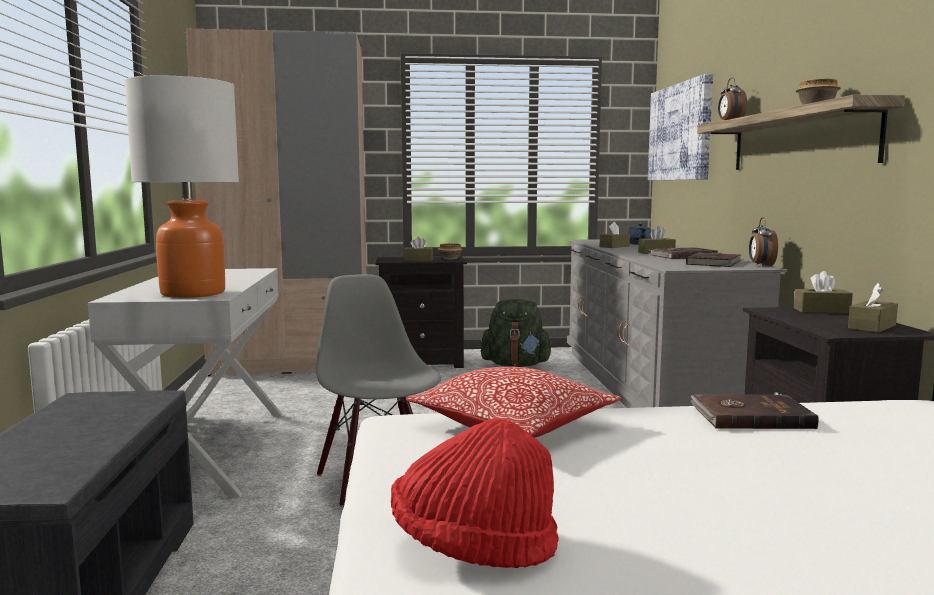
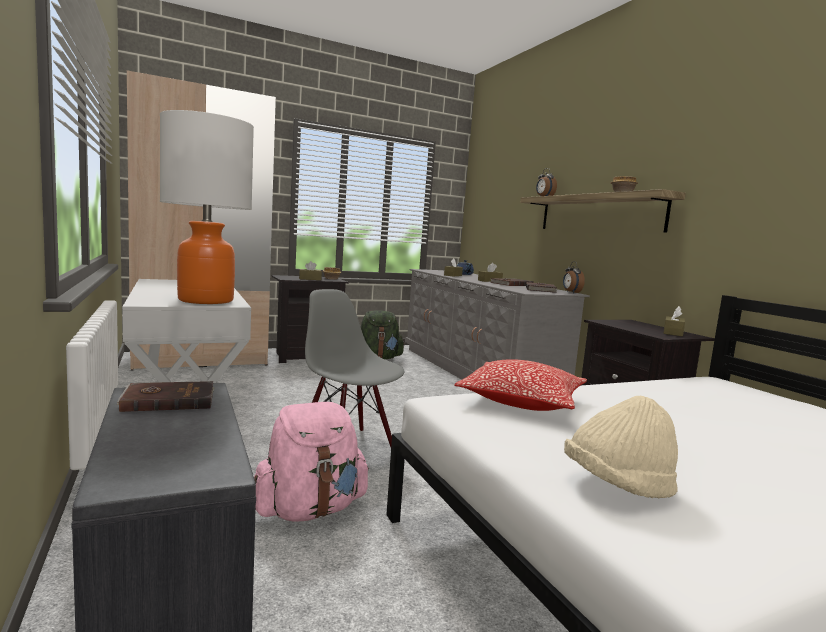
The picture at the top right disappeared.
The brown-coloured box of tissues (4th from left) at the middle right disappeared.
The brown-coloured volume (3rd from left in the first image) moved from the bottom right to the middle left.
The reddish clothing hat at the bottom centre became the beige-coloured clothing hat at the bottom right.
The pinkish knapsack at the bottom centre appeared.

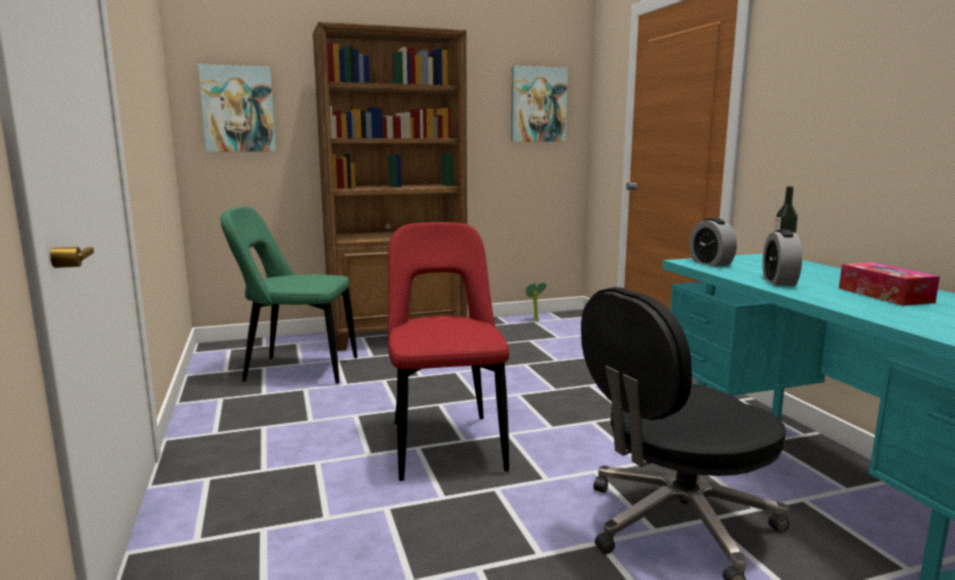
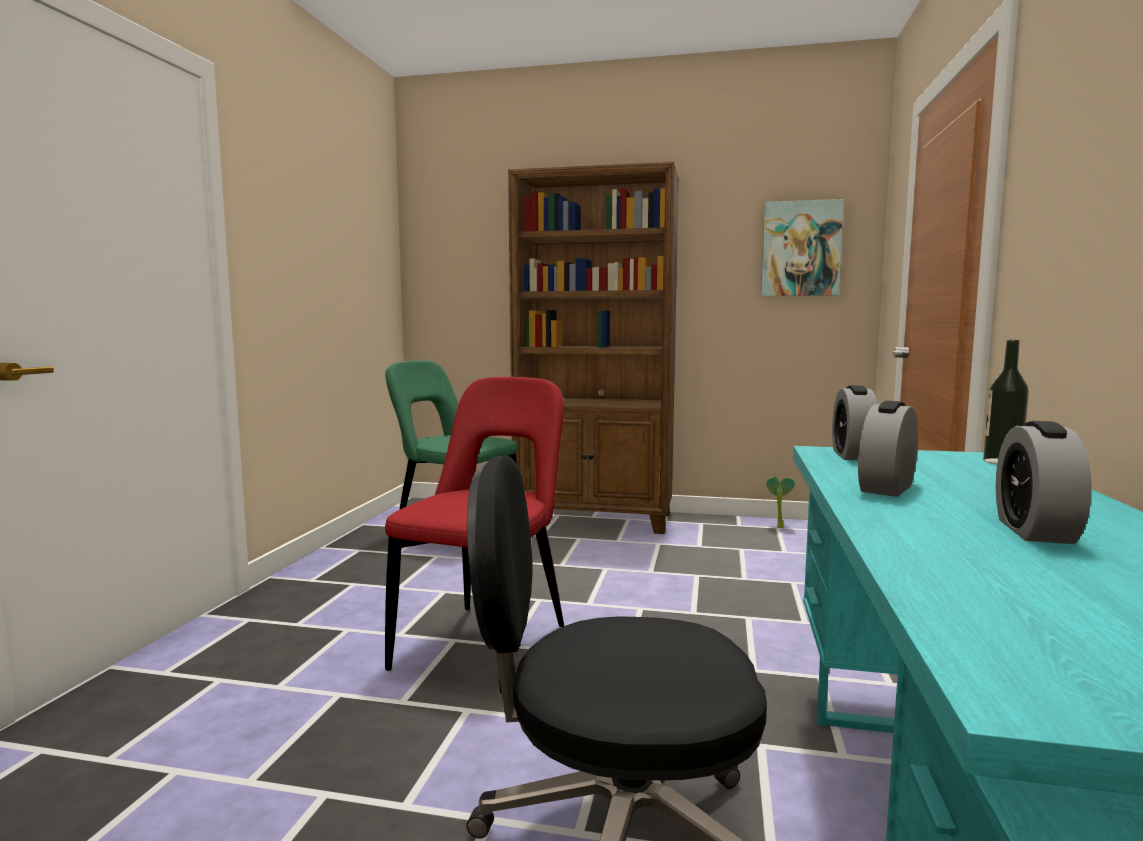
The picture (1st from left) at the top left disappeared.
The box of tissues at the middle right was replaced by the alarm clock (3rd from left) at the middle right.

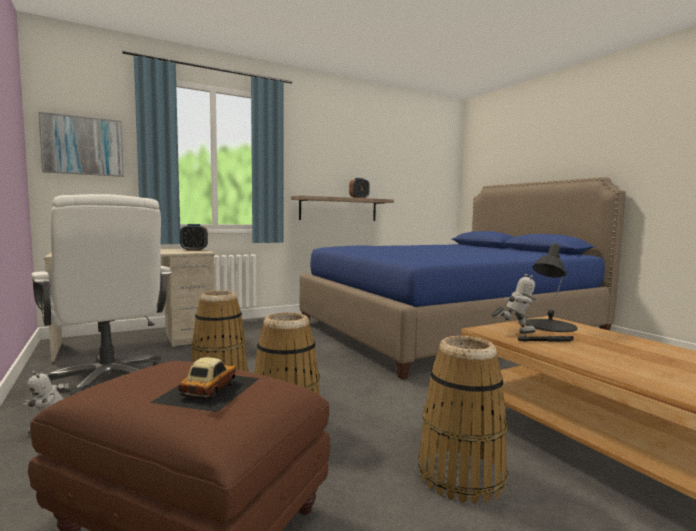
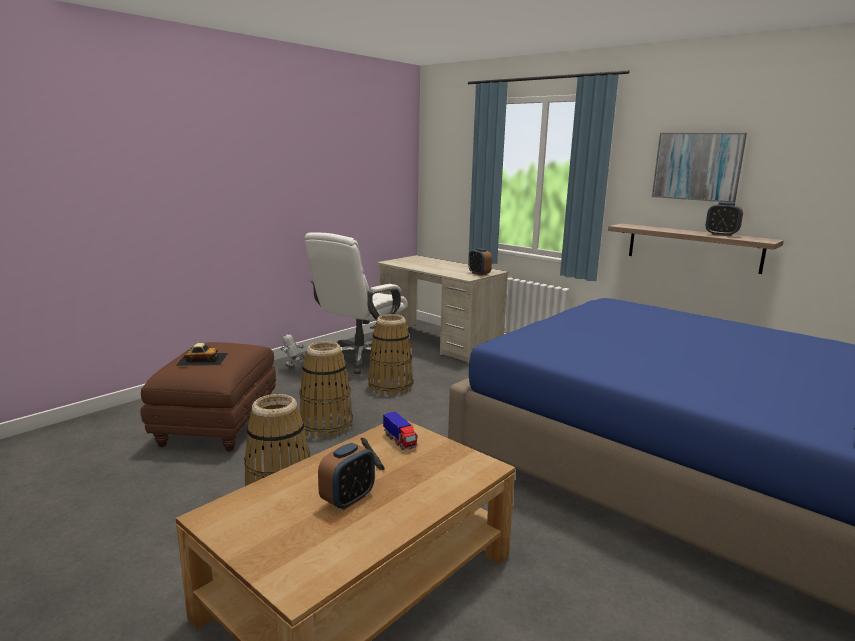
The picture moved from the top left to the top right.
The blackish tabletop lamp at the middle right disappeared.
The toy robot (2nd from left) at the middle right was replaced by the toy lorry at the bottom centre.
The alarm clock (1st from left) at the bottom centre appeared.

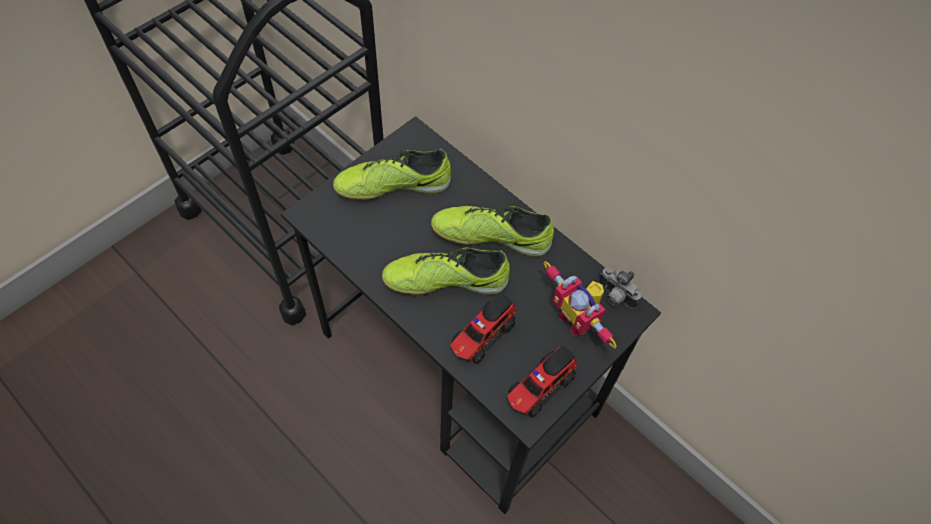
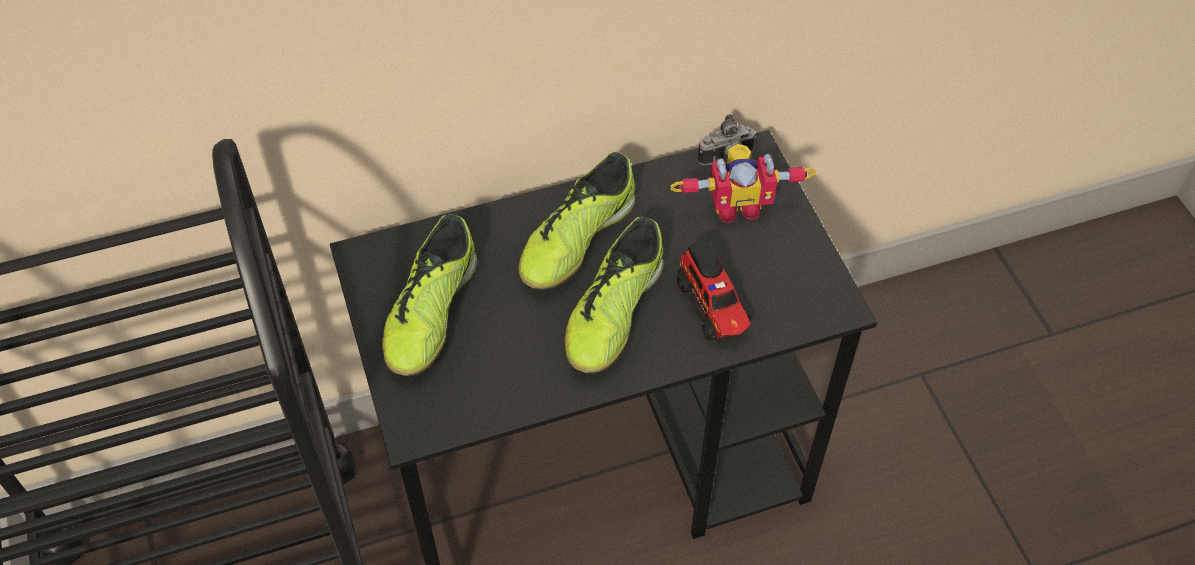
The toy lorry (2nd from left) at the bottom centre disappeared.

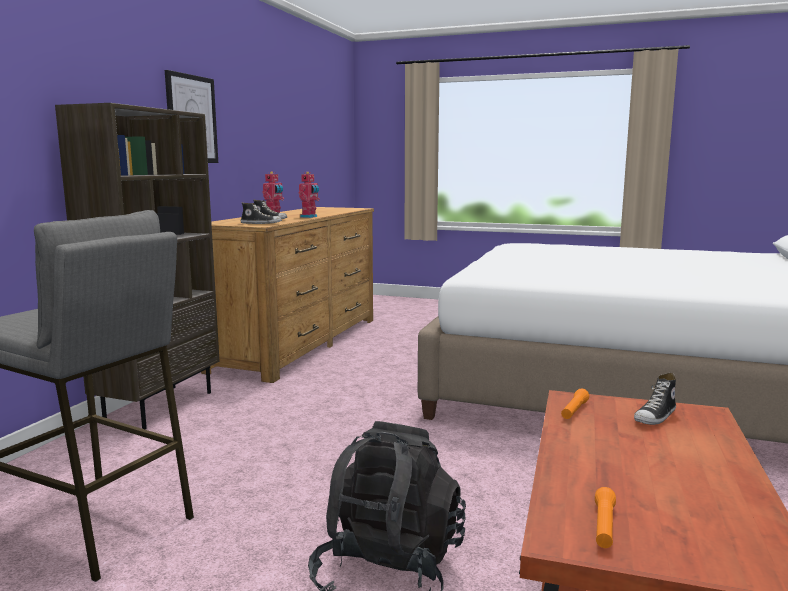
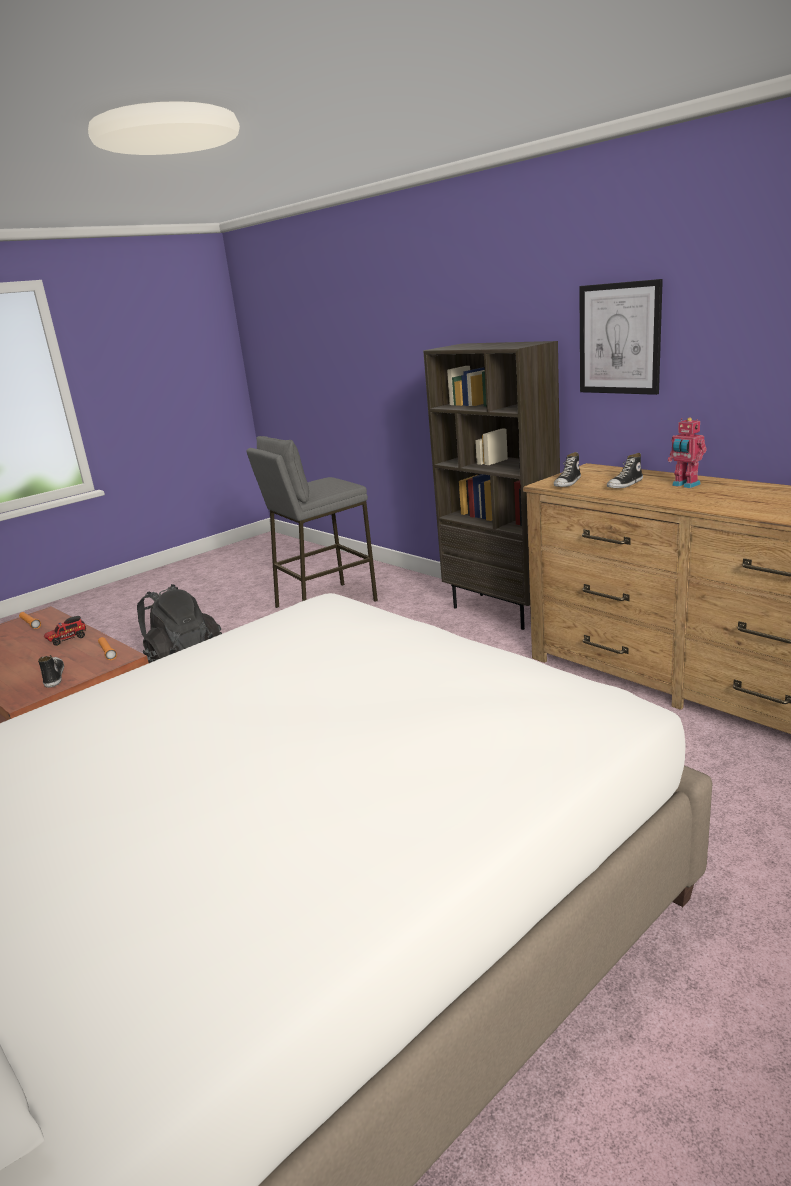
The toy robot (2nd from left) at the top centre disappeared.
The toy lorry at the middle left appeared.

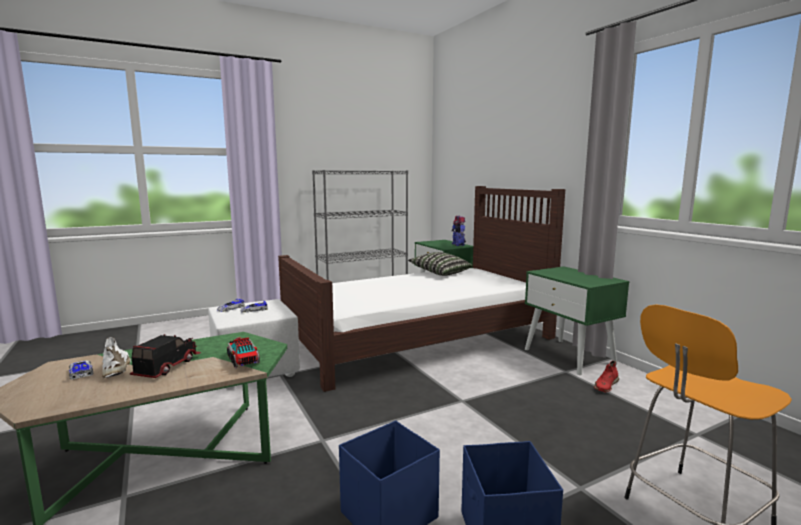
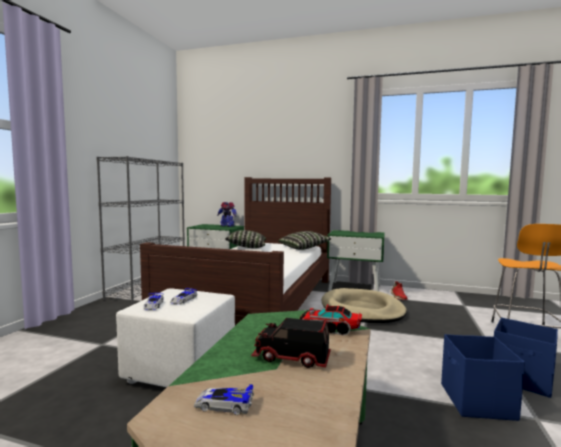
The toy lorry (1st from left) at the bottom left turned 45 degrees counterclockwise.
The whitish item of footwear at the bottom left disappeared.
The pillow (2nd from left) at the centre appeared.
The beige-coloured pet bed at the bottom centre appeared.

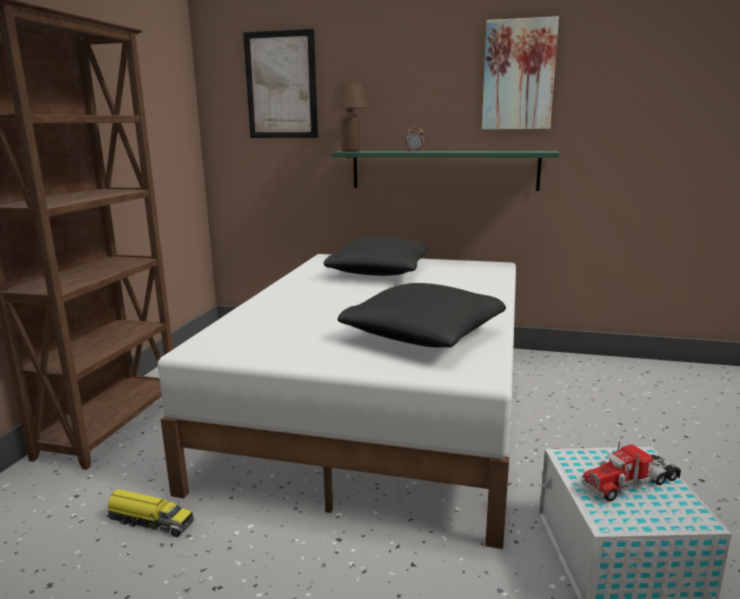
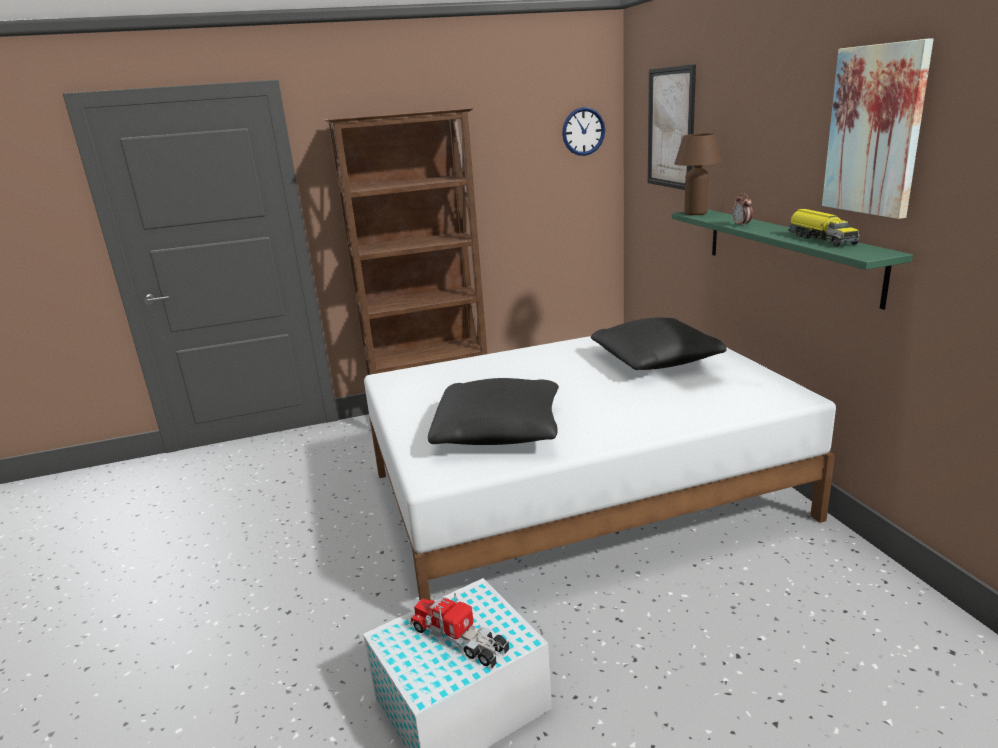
The toy lorry (1st from left in the first image) moved from the bottom left to the top right.
The clock on the wall at the top centre appeared.

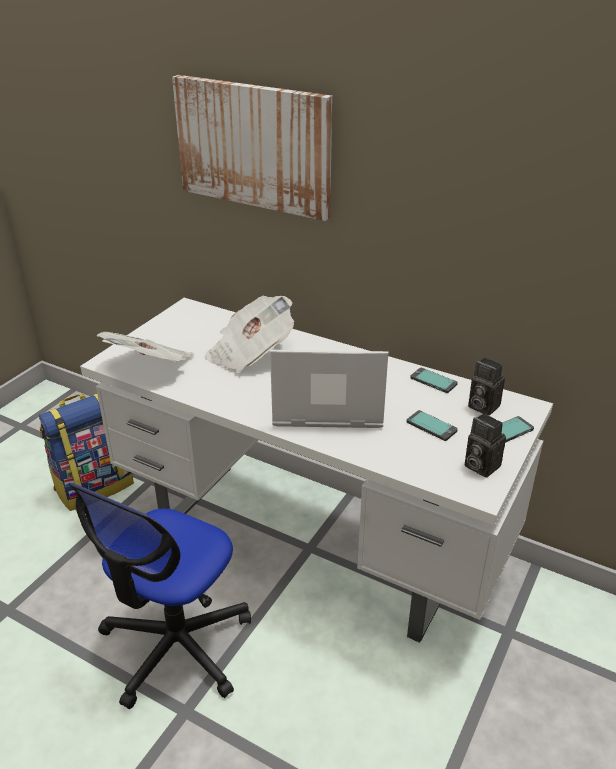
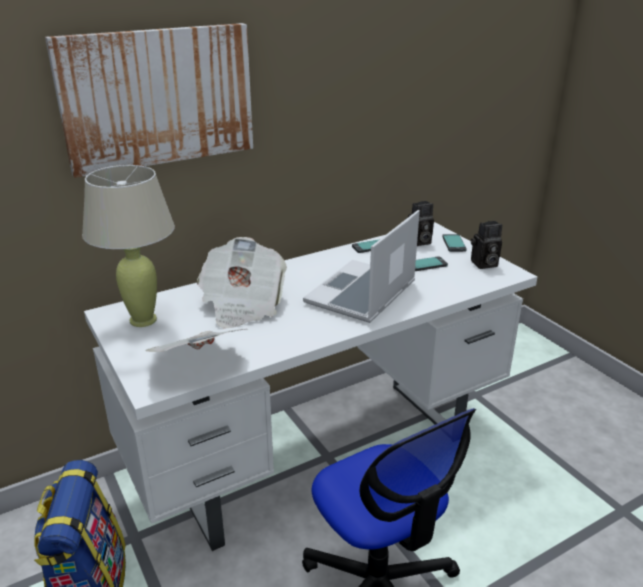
The beige-coloured tabletop lamp at the middle left appeared.

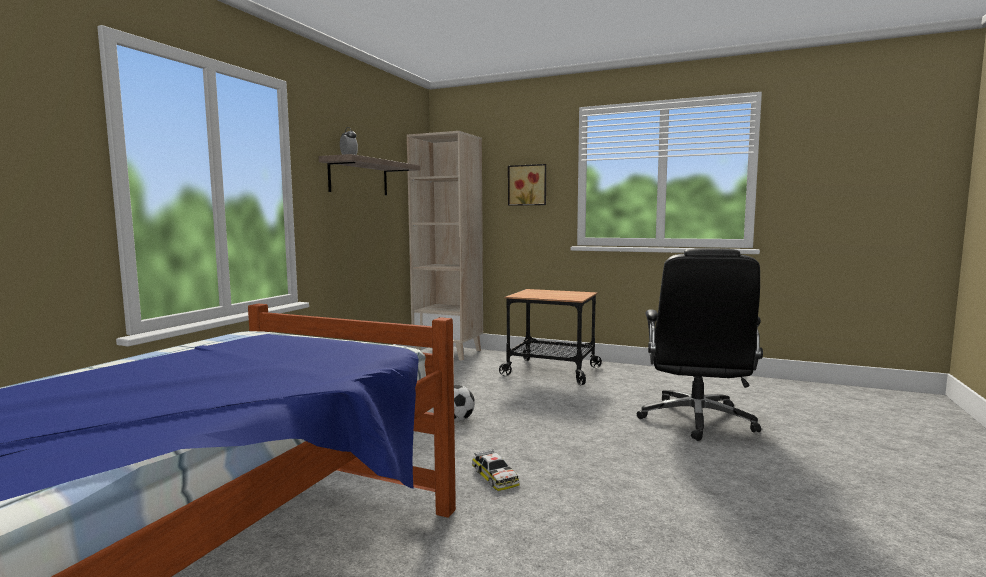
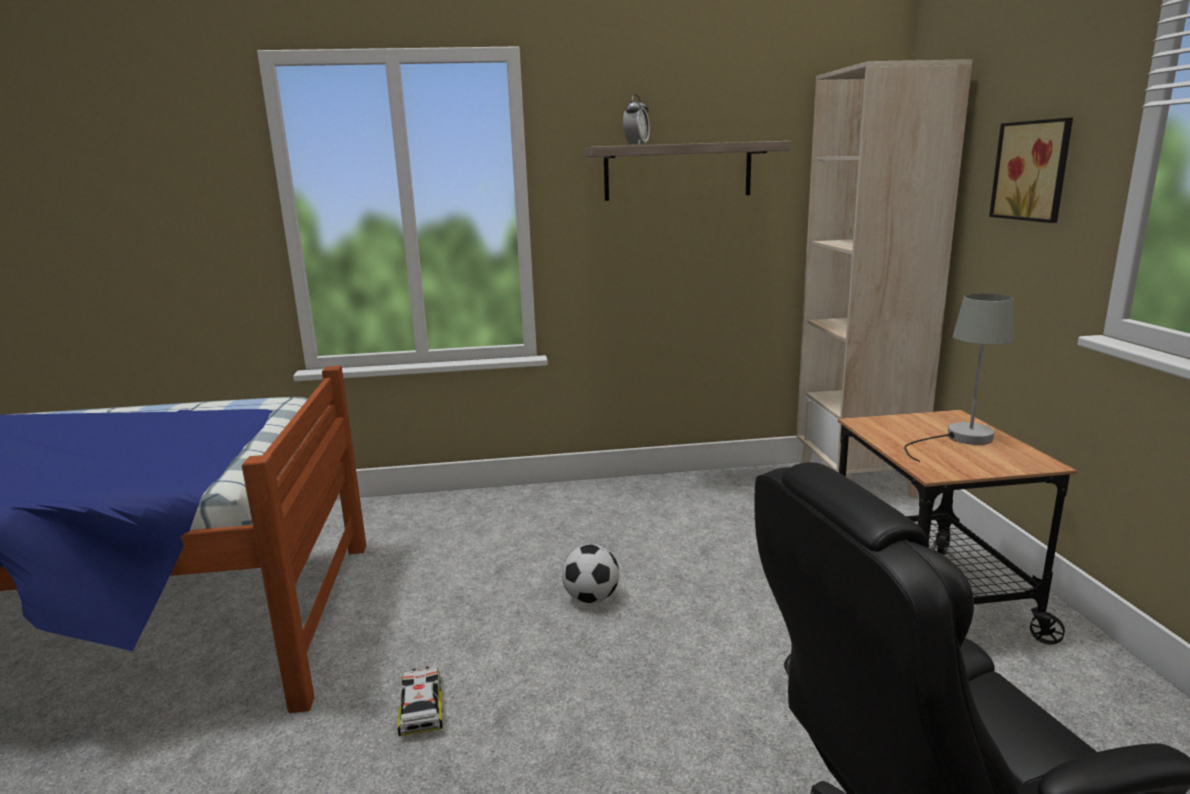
The toy car at the bottom centre turned 135 degrees clockwise.
The greyish tabletop lamp at the middle right appeared.

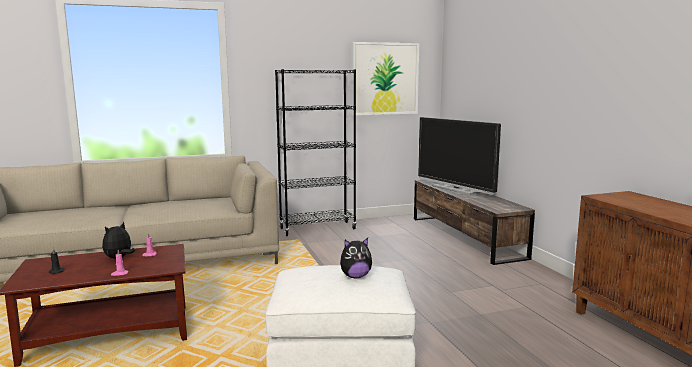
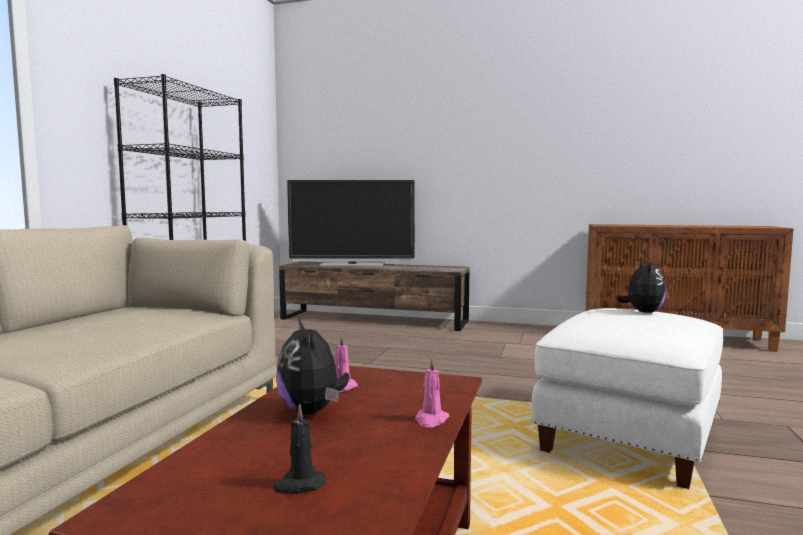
The picture at the top centre disappeared.

